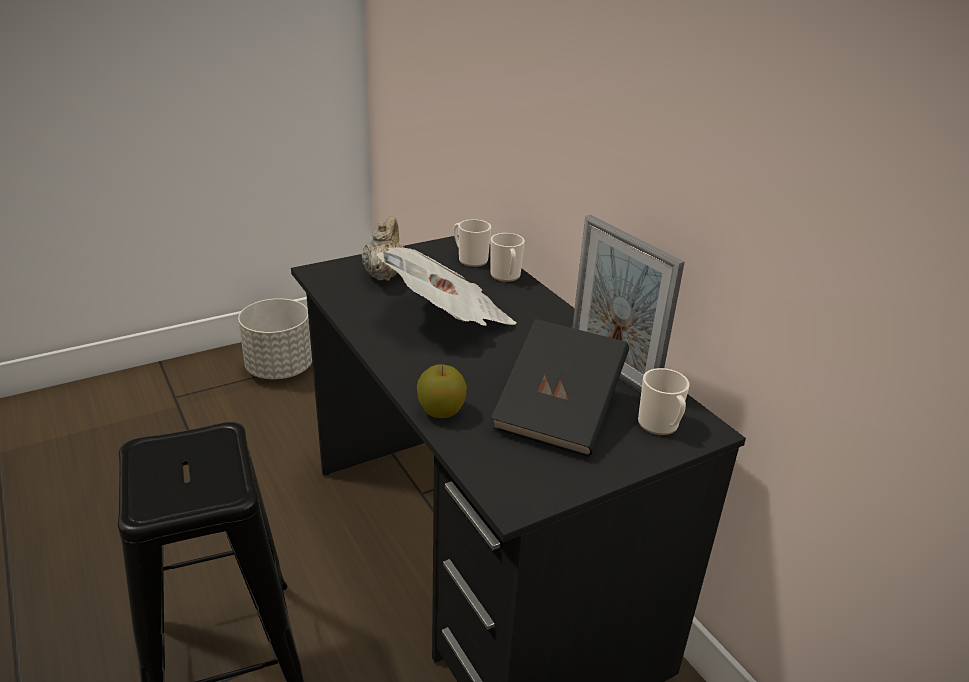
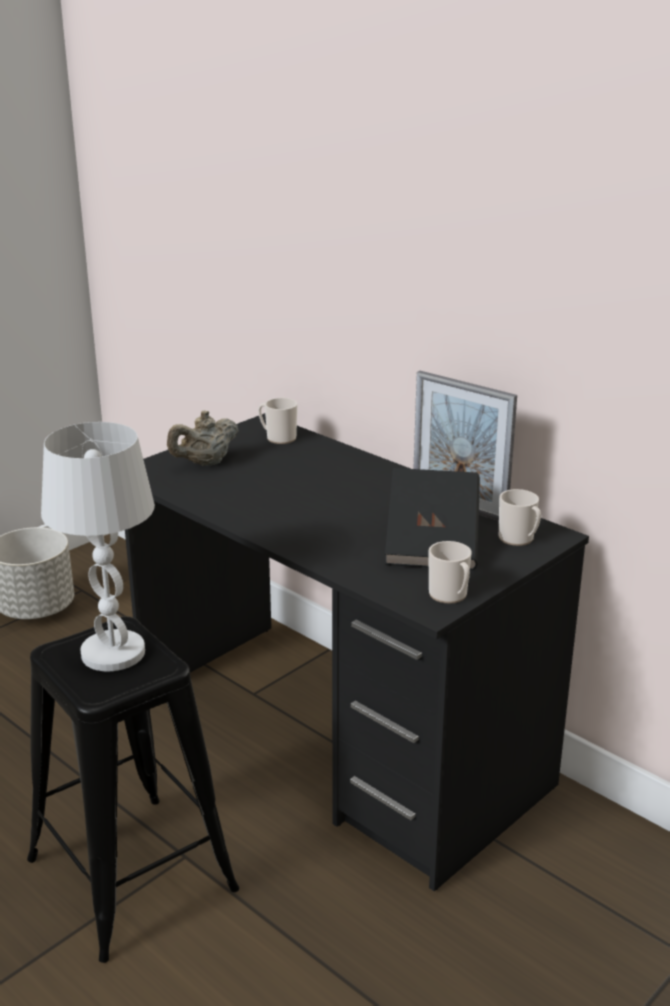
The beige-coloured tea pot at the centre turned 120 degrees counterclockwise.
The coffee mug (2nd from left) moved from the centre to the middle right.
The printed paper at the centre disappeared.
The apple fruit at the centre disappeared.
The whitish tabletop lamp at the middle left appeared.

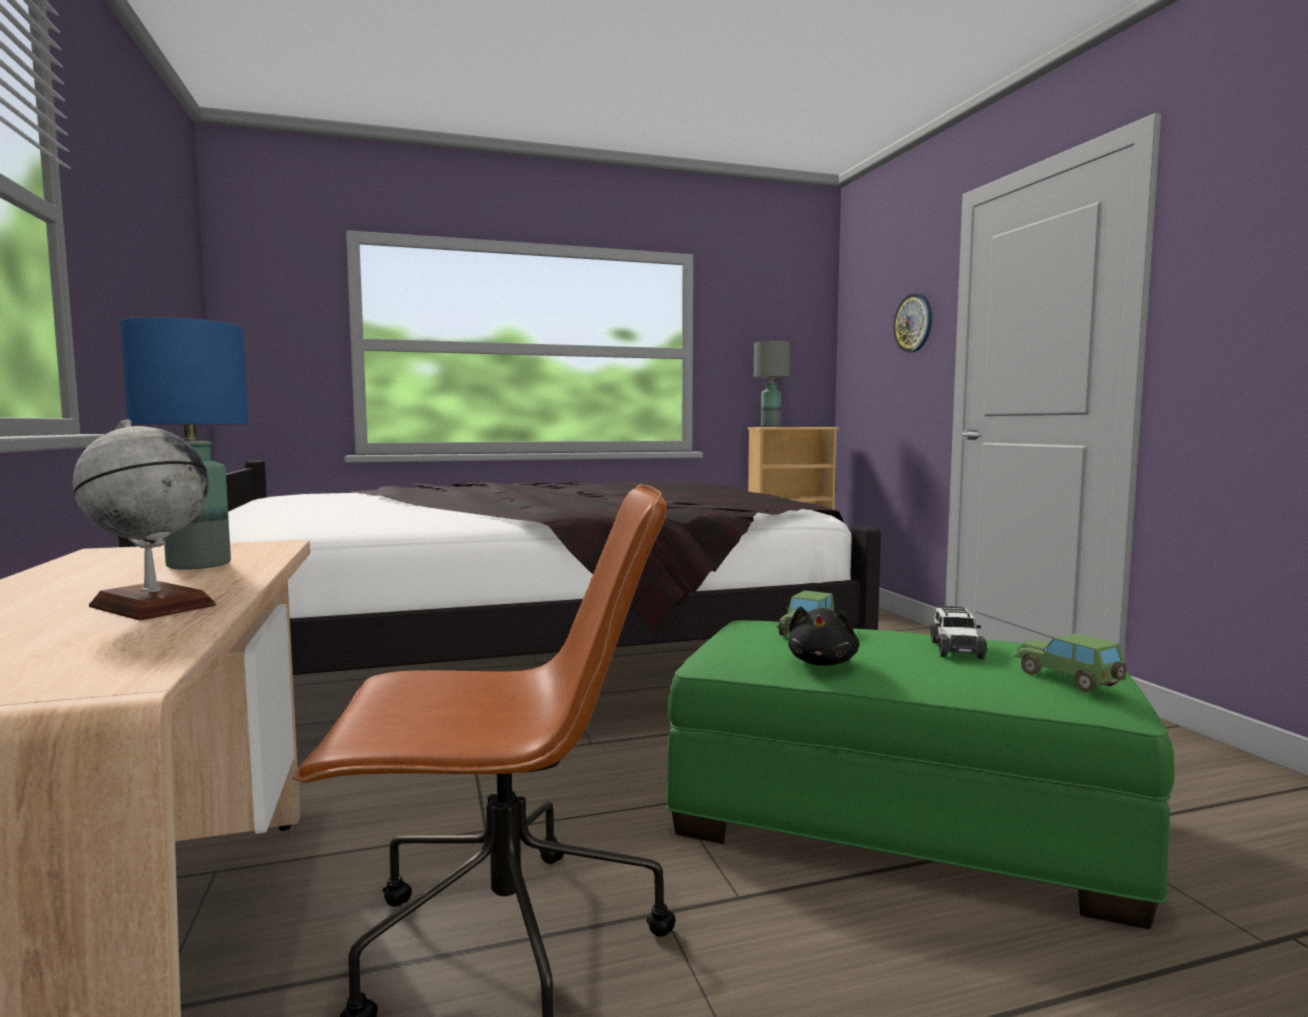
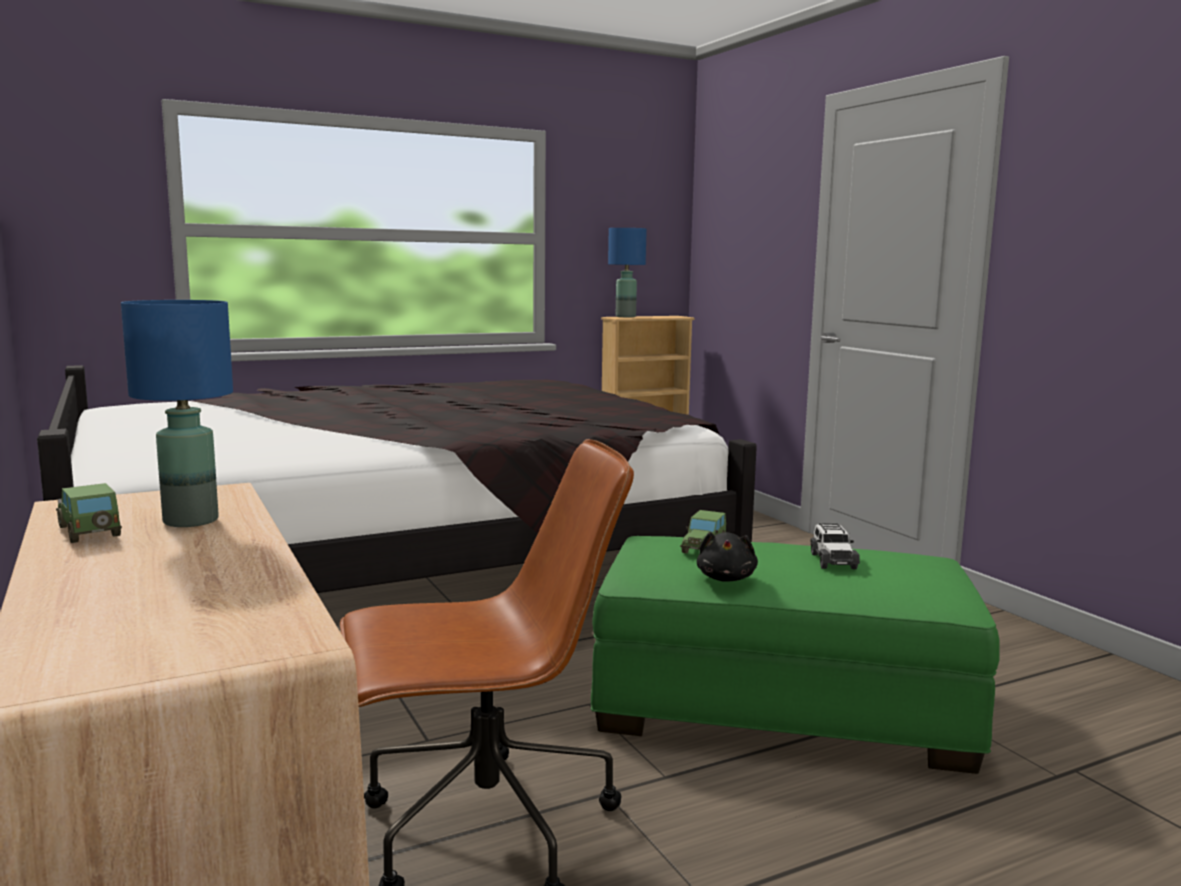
The clock on the wall at the top right disappeared.
The greyish tabletop lamp at the centre became the blue tabletop lamp (2nd from left) at the top centre.
The world globe at the middle left disappeared.
The toy car (3rd from left in the first image) moved from the middle right to the middle left.

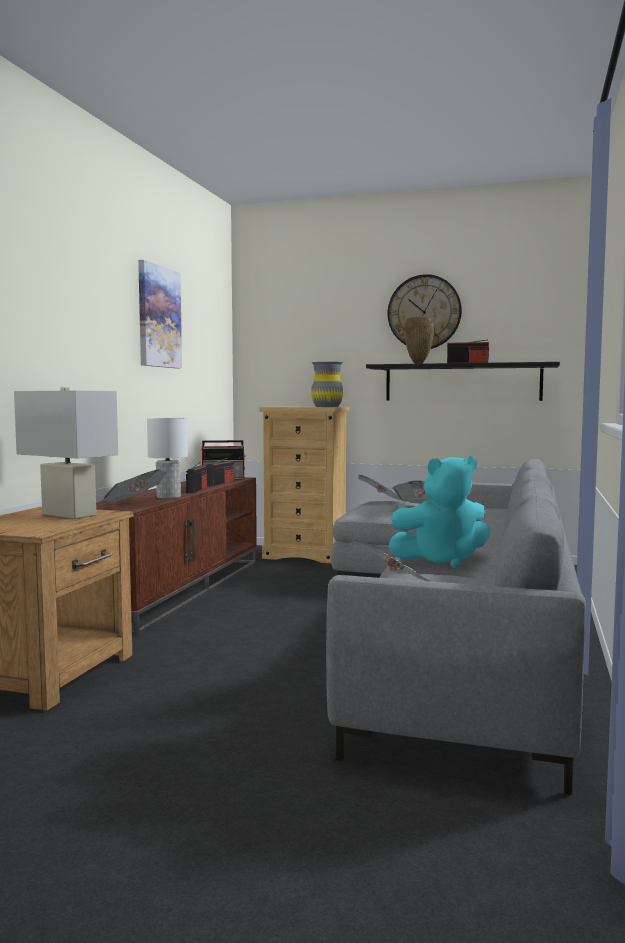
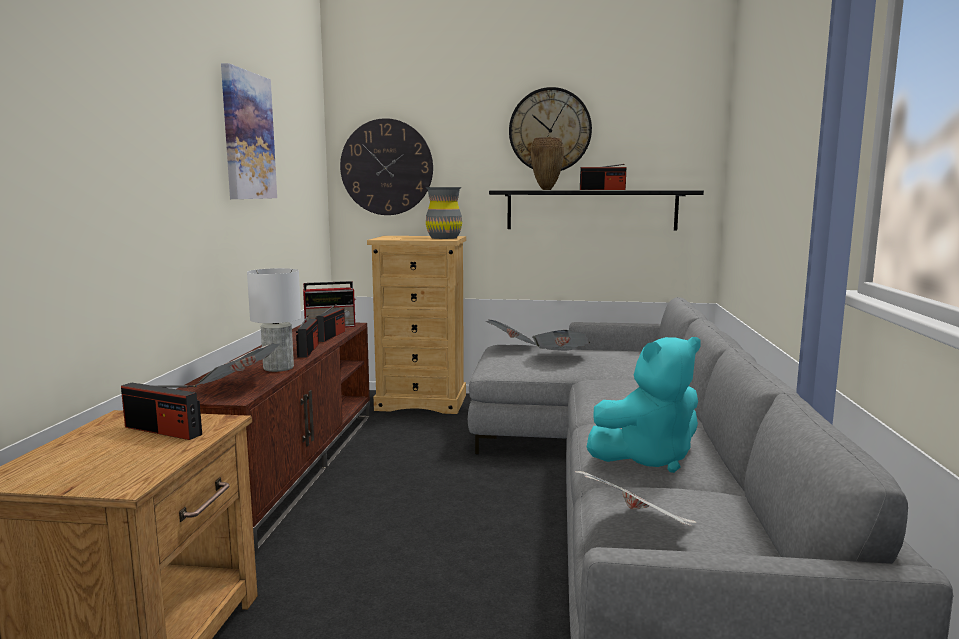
The whitish tabletop lamp (1st from left) at the middle left was replaced by the radio (1st from left) at the middle left.
The clock on the wall (1st from left) at the top centre appeared.

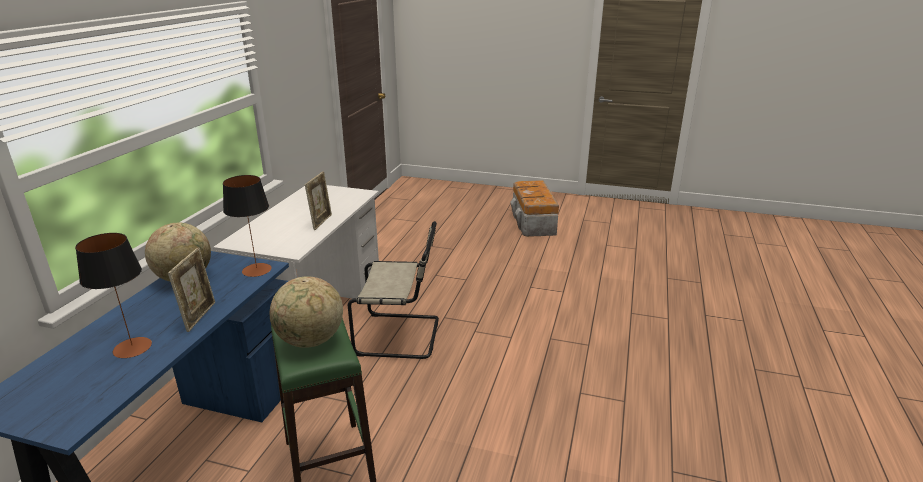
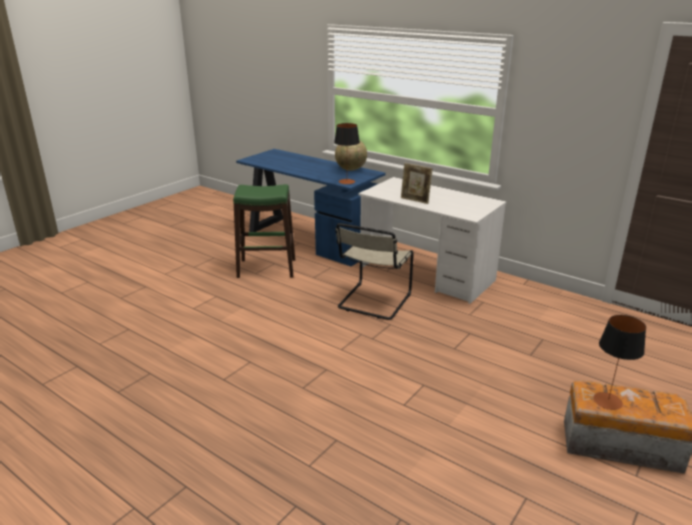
The tabletop lamp (1st from left in the first image) moved from the middle left to the bottom right.
The photo frame (1st from left) at the middle left disappeared.
The world globe (2nd from left) at the middle left disappeared.

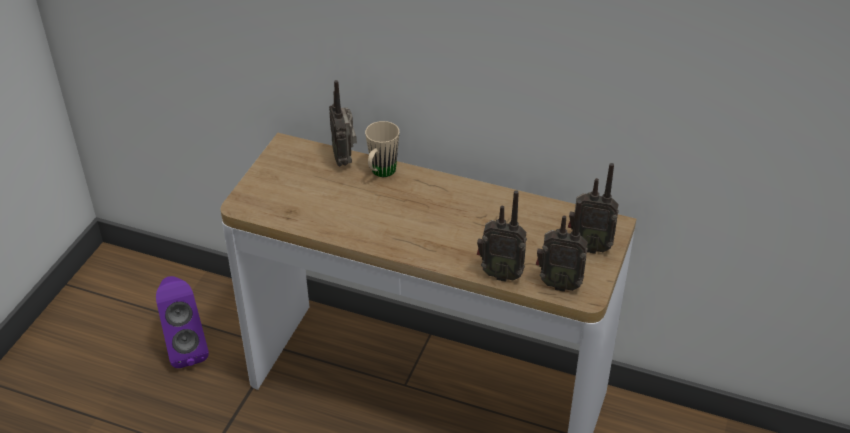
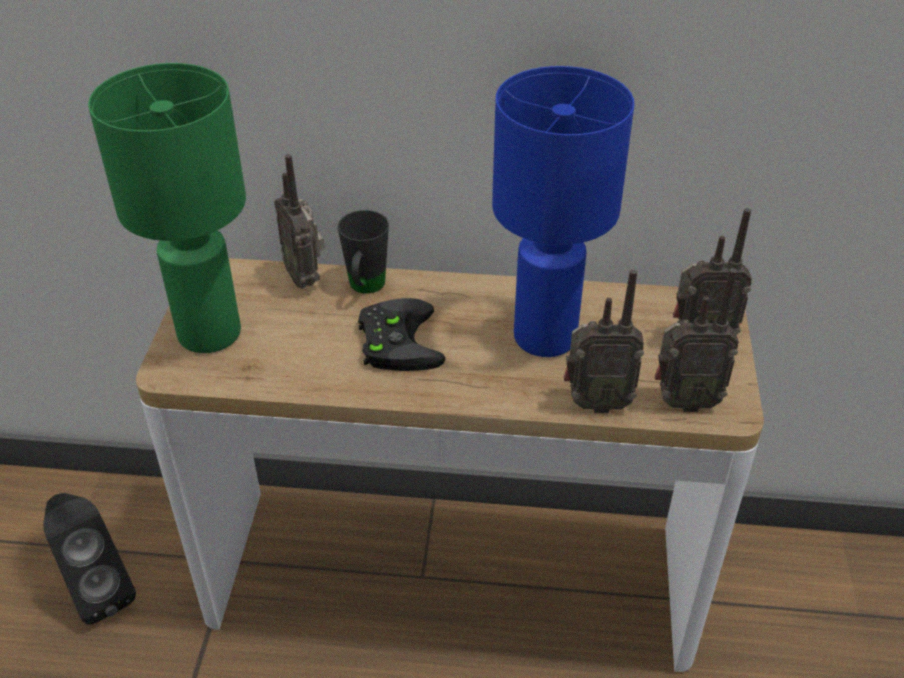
The beige-coloured coffee mug at the centre became the blackish coffee mug at the centre.
The purple loudspeaker at the bottom left became the blackish loudspeaker at the bottom left.
The green-coloured tabletop lamp at the top left appeared.
The blue tabletop lamp at the top centre appeared.
The blackish gamepad at the centre appeared.

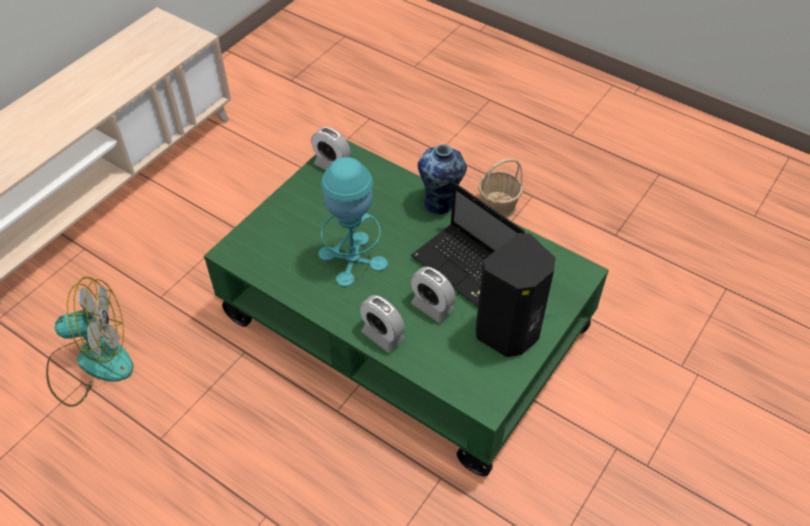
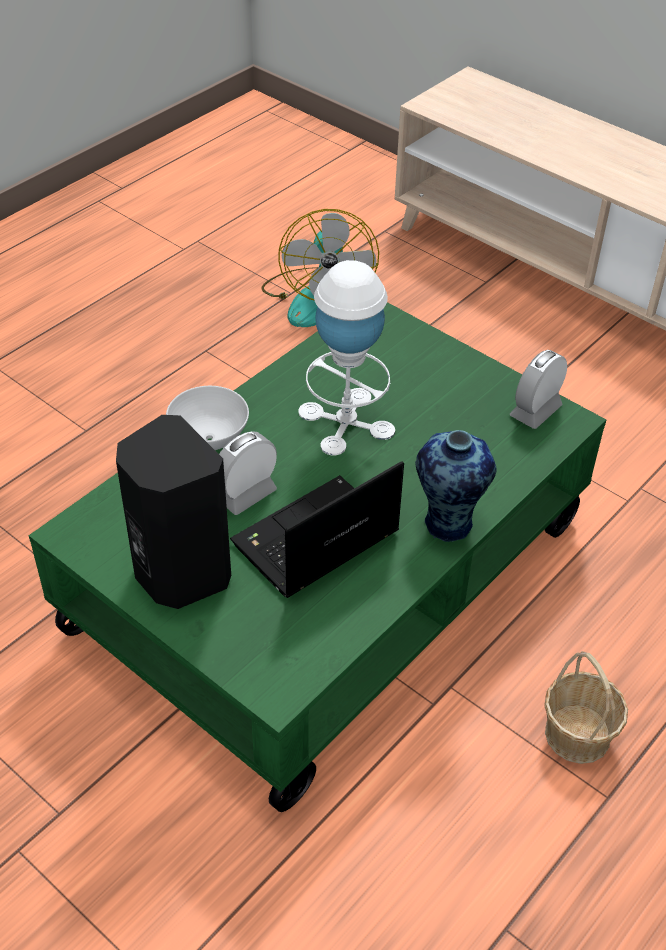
The turquoise-coloured tabletop lamp at the centre became the whitish tabletop lamp at the centre.
The alarm clock (2nd from left) at the centre was replaced by the whitish serving bowl at the middle left.

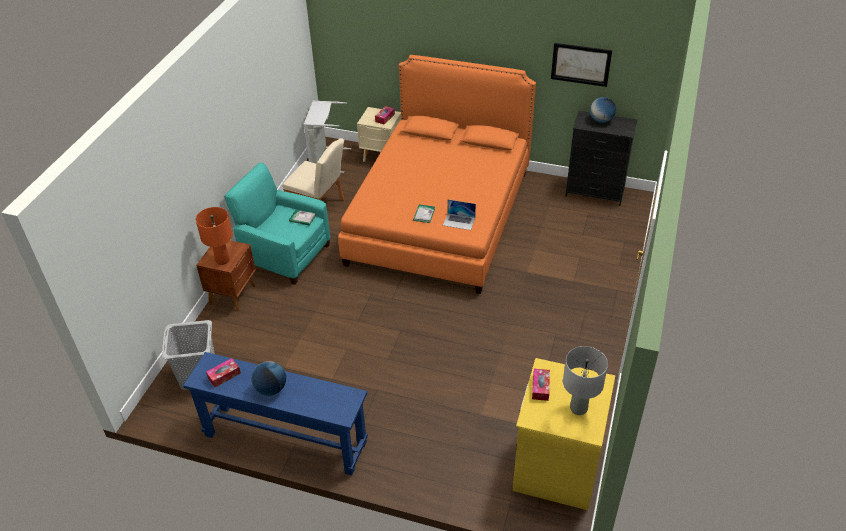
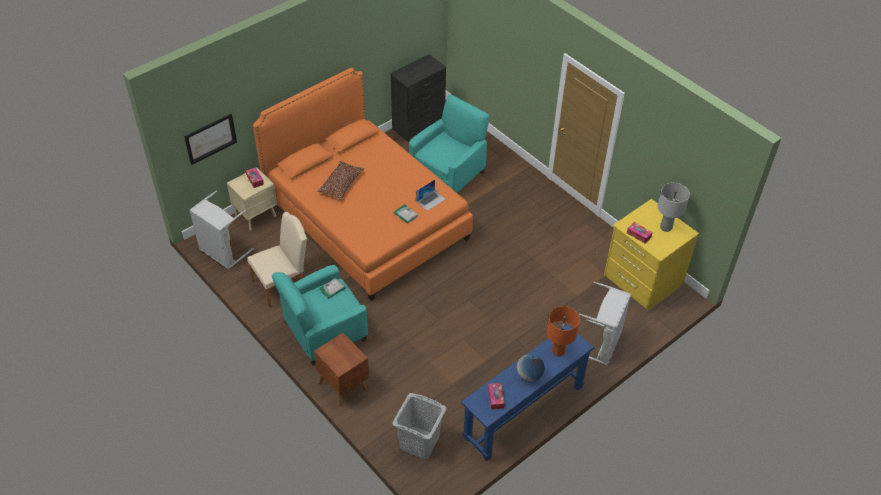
The picture moved from the top right to the top left.
The world globe (2nd from left) at the top right disappeared.
The orangey tabletop lamp moved from the middle left to the bottom centre.
The turquoise-coloured lounge chair (2nd from left) at the top centre appeared.
The brown-coloured pillow at the centre appeared.
The greyish hamper (3rd from left) at the middle right appeared.

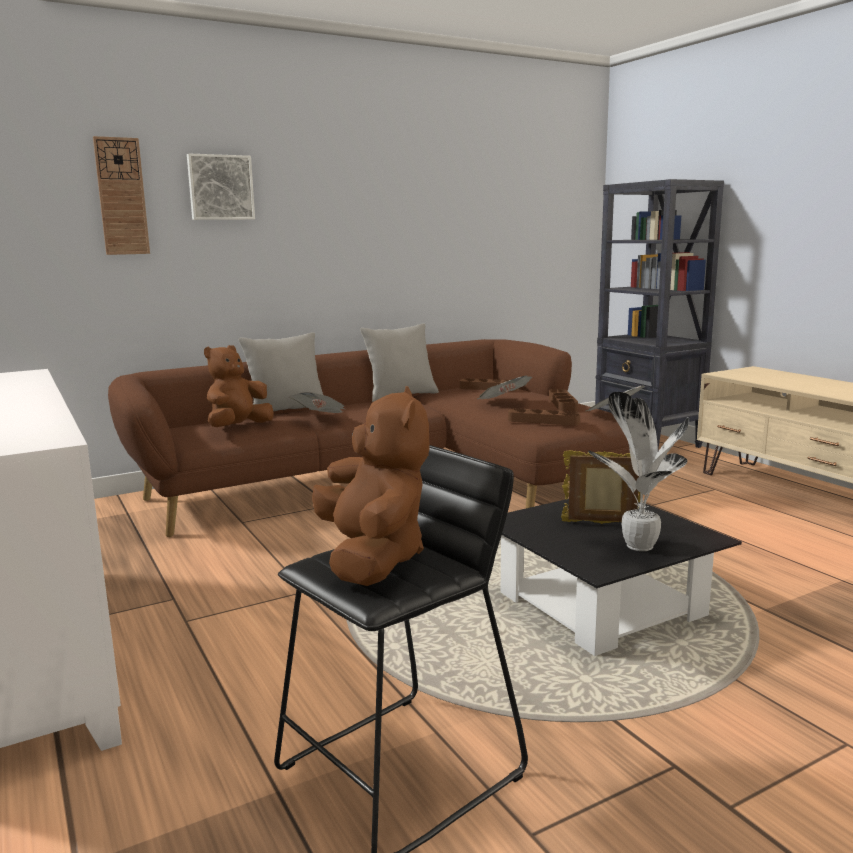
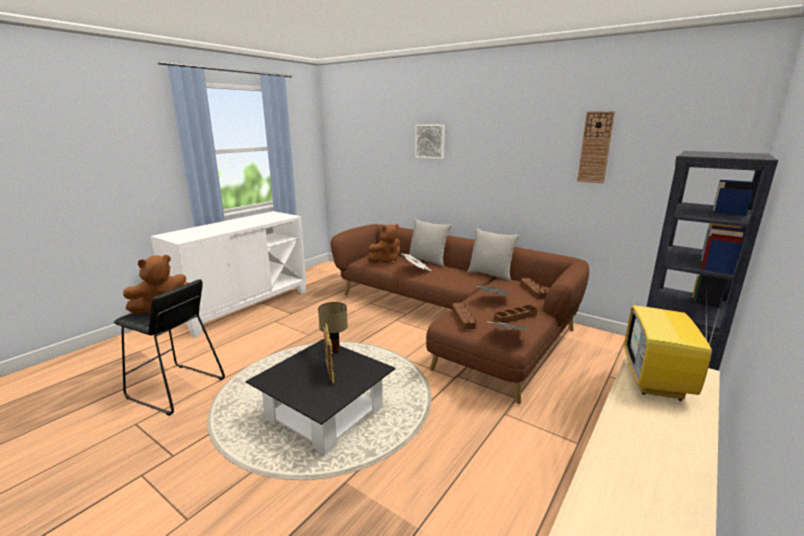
The clock on the wall moved from the top left to the top right.
The brown-coloured cuddly toy (1st from left in the first image) at the middle left turned 135 degrees clockwise.
The plant in a pot at the middle right disappeared.
The TV set at the middle right appeared.
The tabletop lamp at the centre appeared.

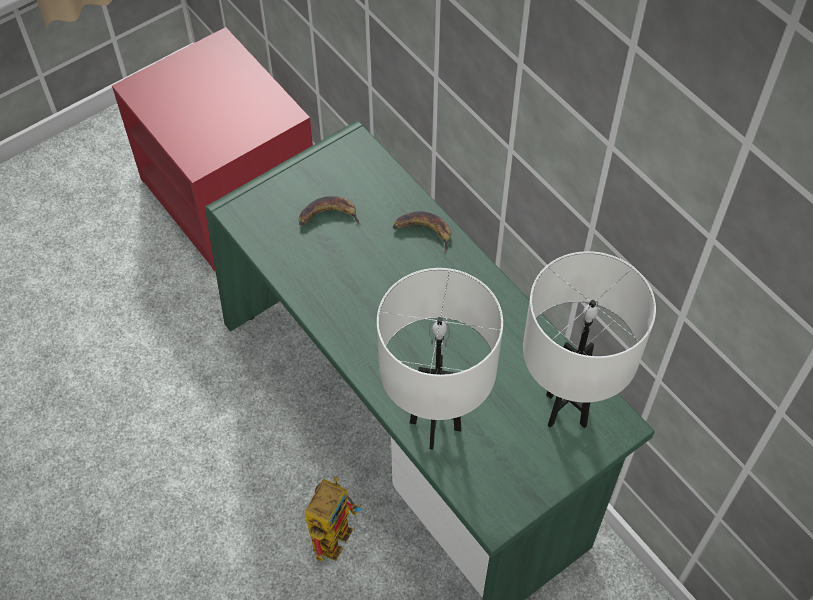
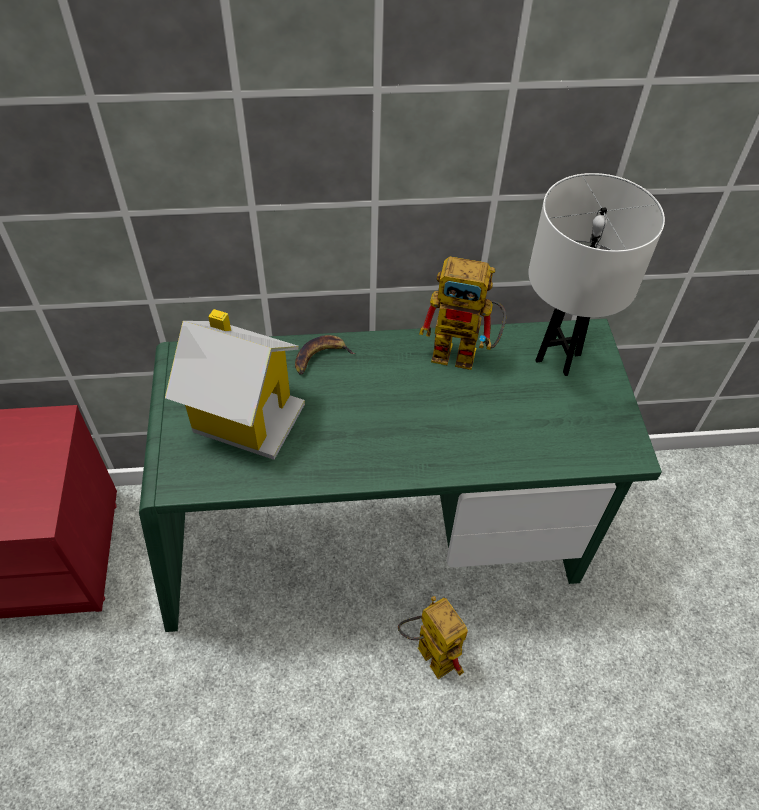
The banana (1st from left) at the centre was replaced by the toy house at the middle left.
The whitish tabletop lamp (1st from left) at the centre disappeared.
The toy robot (2nd from left) at the centre appeared.

